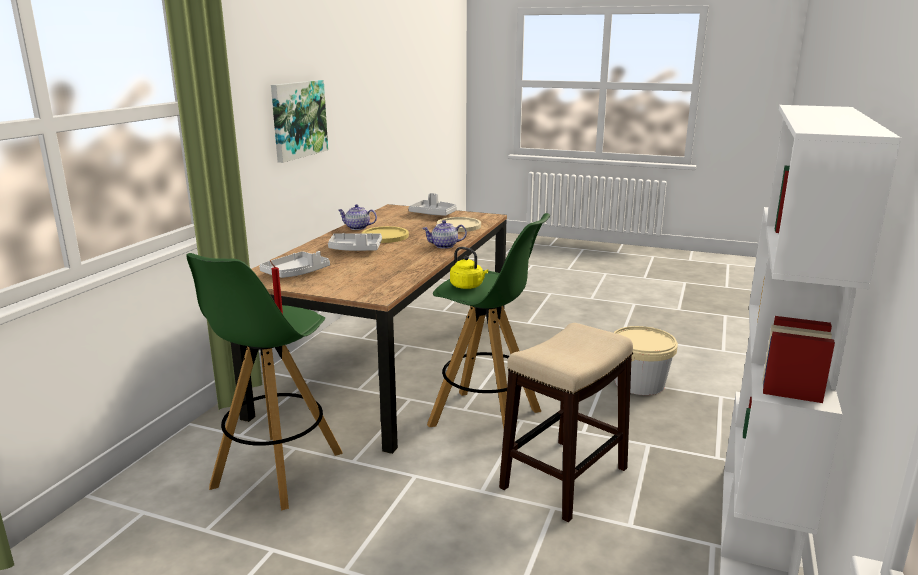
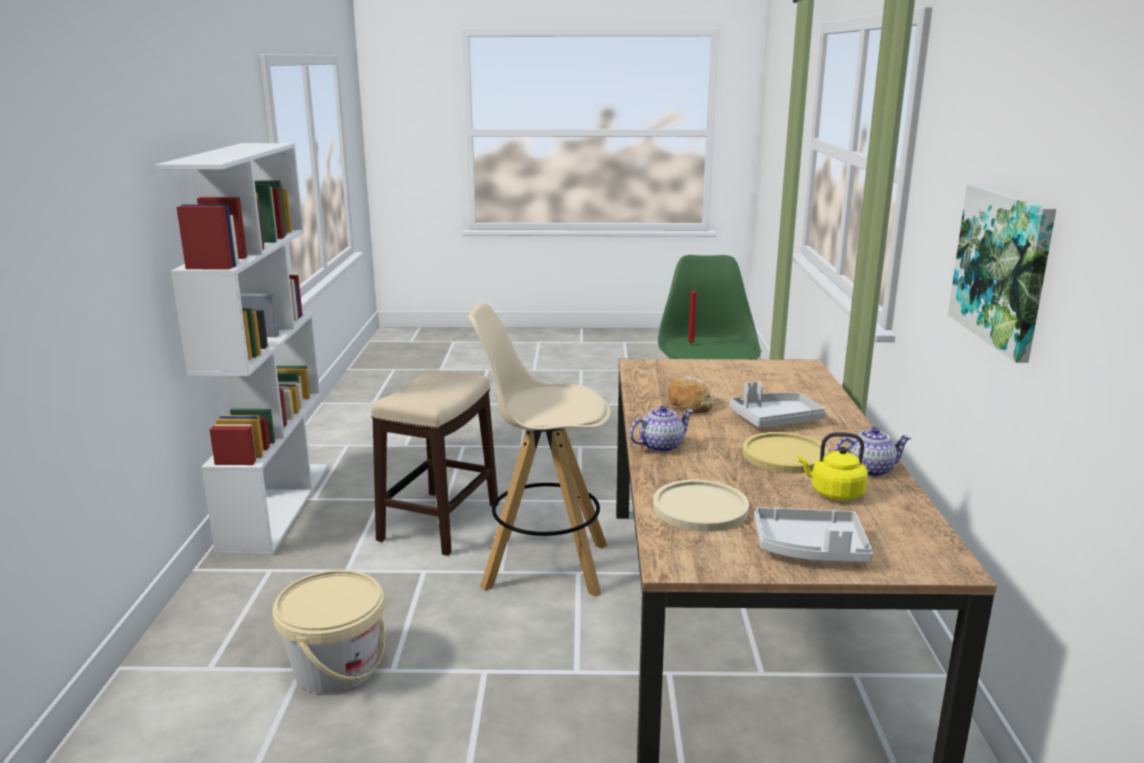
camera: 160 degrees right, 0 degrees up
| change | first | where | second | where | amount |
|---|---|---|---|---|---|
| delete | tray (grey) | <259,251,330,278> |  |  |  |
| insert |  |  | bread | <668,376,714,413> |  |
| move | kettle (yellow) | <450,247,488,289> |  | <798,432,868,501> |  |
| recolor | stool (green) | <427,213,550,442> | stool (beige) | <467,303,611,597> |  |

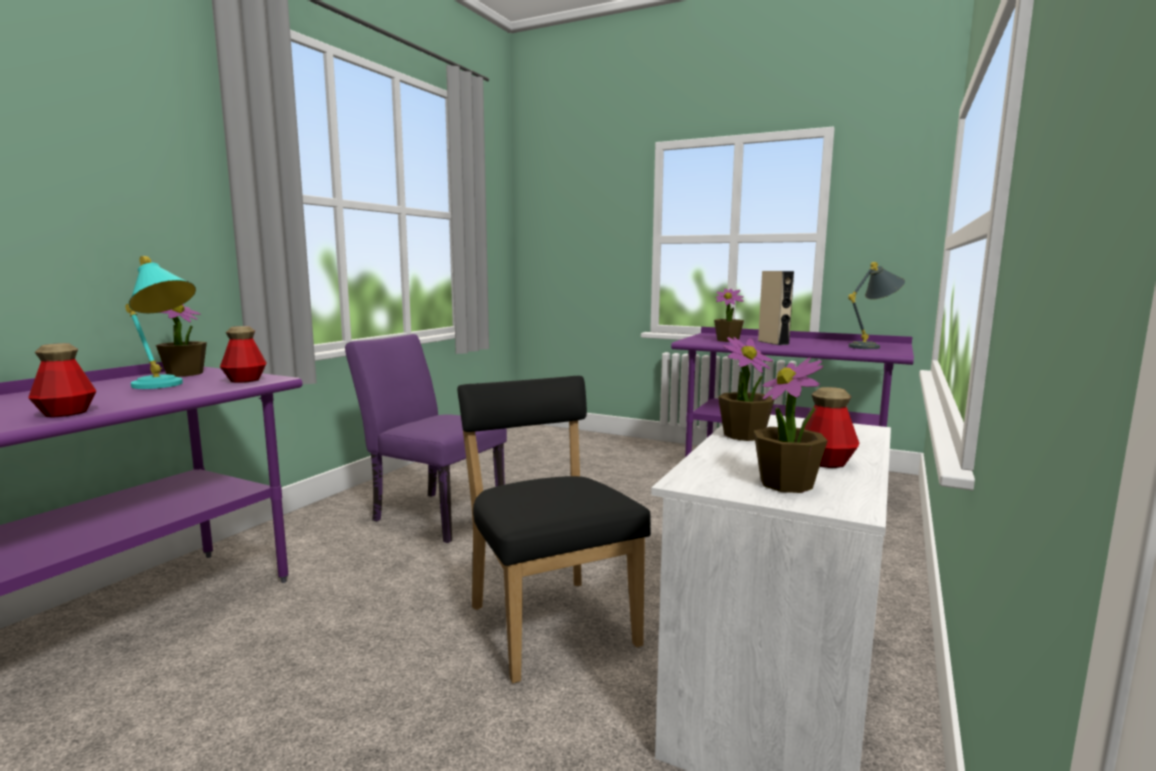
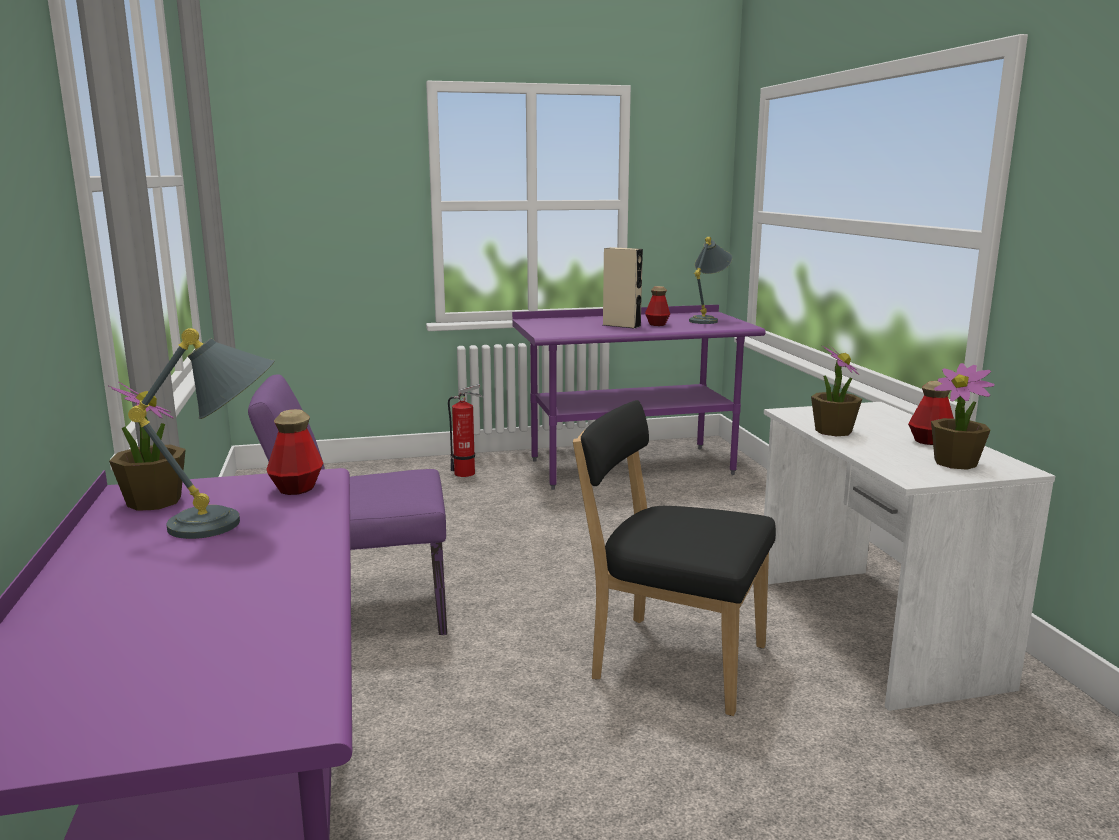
camera: 40 degrees left, 5 degrees up
| change | first | where | second | where | amount |
|---|---|---|---|---|---|
| delete | potted plant | <714,288,744,342> |  |  |  |
| insert |  |  | fire extinguisher | <448,384,483,477> |  |
| move | bottle | <28,343,96,418> |  | <645,286,670,326> |  |
| recolor | table lamp (turquoise) | <126,256,196,389> | table lamp (grey) | <128,328,275,539> |  |

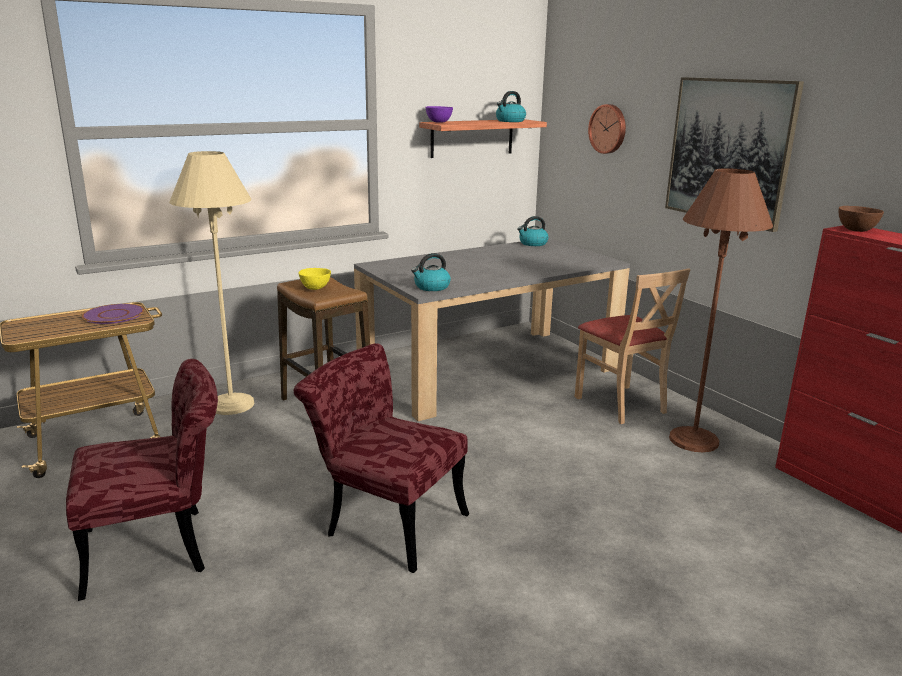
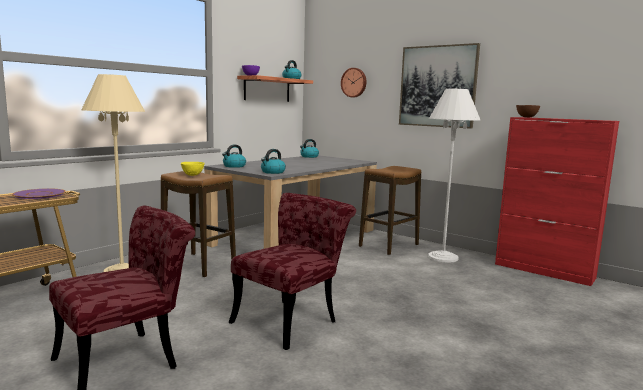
camera: 20 degrees left, 10 degrees down
| change | first | where | second | where | amount |
|---|---|---|---|---|---|
| insert |  |  | kettle | <222,145,246,168> |  |
| replace | chair (beige) | <575,268,690,424> | stool | <359,166,421,255> |  |
| recolor | floor lamp (brown) | <669,168,773,452> | floor lamp (white) | <428,89,481,263> |  |
| rotate | chair (red) | <294,343,469,573> |  | <228,193,356,350> | 120 degrees clockwise |

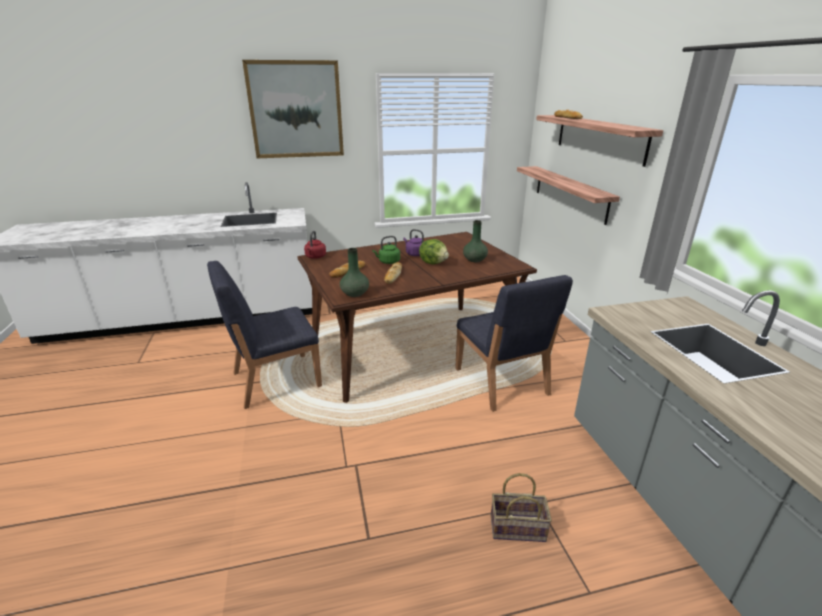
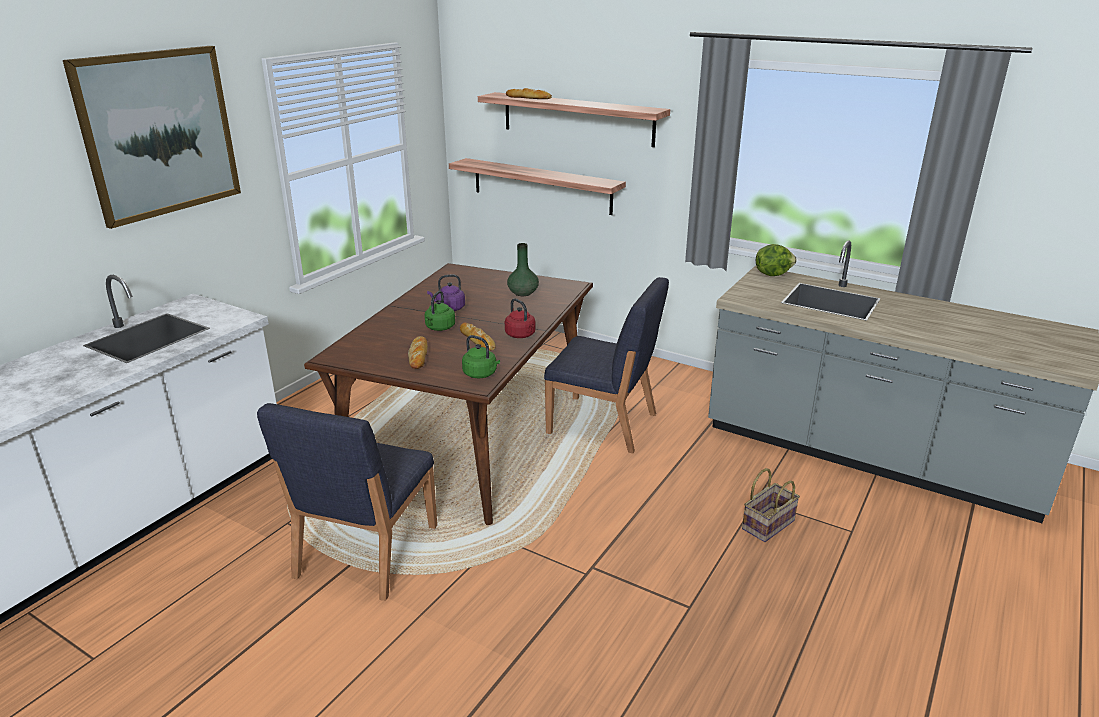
camera: 45 degrees left, 0 degrees up
| change | first | where | second | where | amount |
|---|---|---|---|---|---|
| move | kettle (red) | <304,231,326,259> |  | <505,298,536,338> |  |
| move | lettuce | <419,239,449,264> |  | <756,244,797,276> |  |
| replace | vase (green) | <340,248,369,297> | kettle (green) | <462,335,500,378> |  |

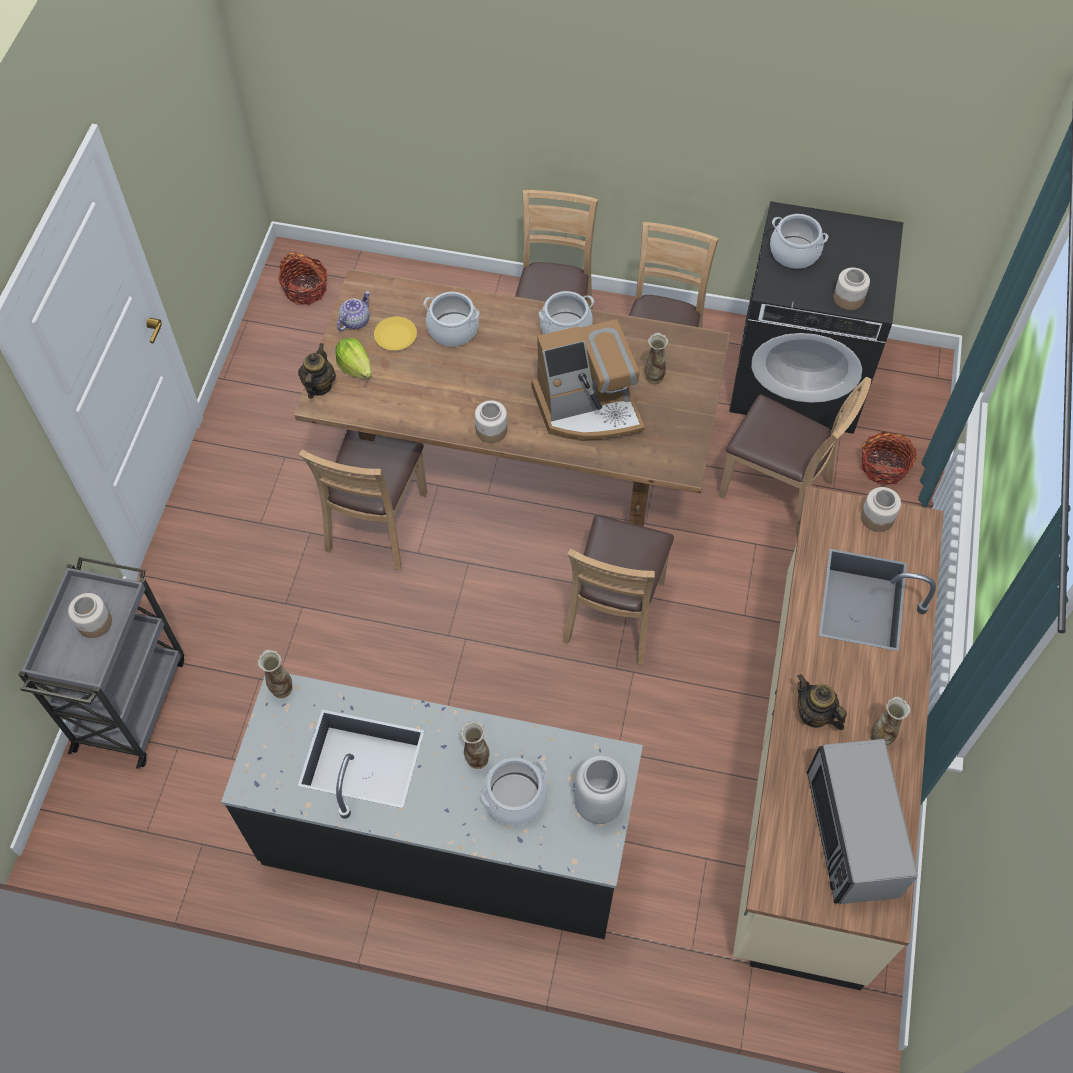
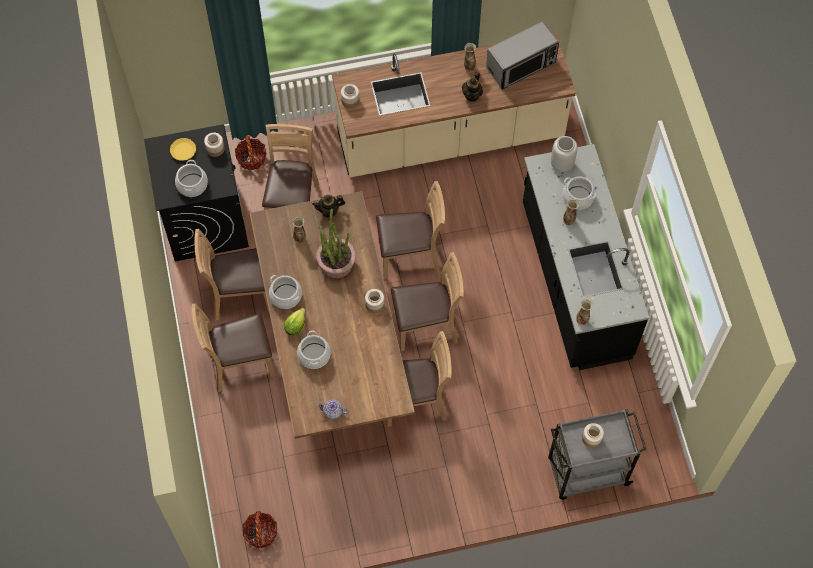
camera: 115 degrees left, 5 degrees up
| change | first | where | second | where | amount |
|---|---|---|---|---|---|
| insert |  |  | chair (brown) | <391,252,464,351> |  |
| move | teapot | <298,343,336,399> |  | <312,194,345,218> |  |
| move | lettuce | <335,338,372,378> |  | <284,308,305,336> |  |
| move | plate (yellow) | <374,316,417,350> |  | <170,138,196,161> |  |
| replace | coffee machine | <532,319,645,441> | potted plant | <316,208,356,278> |  |

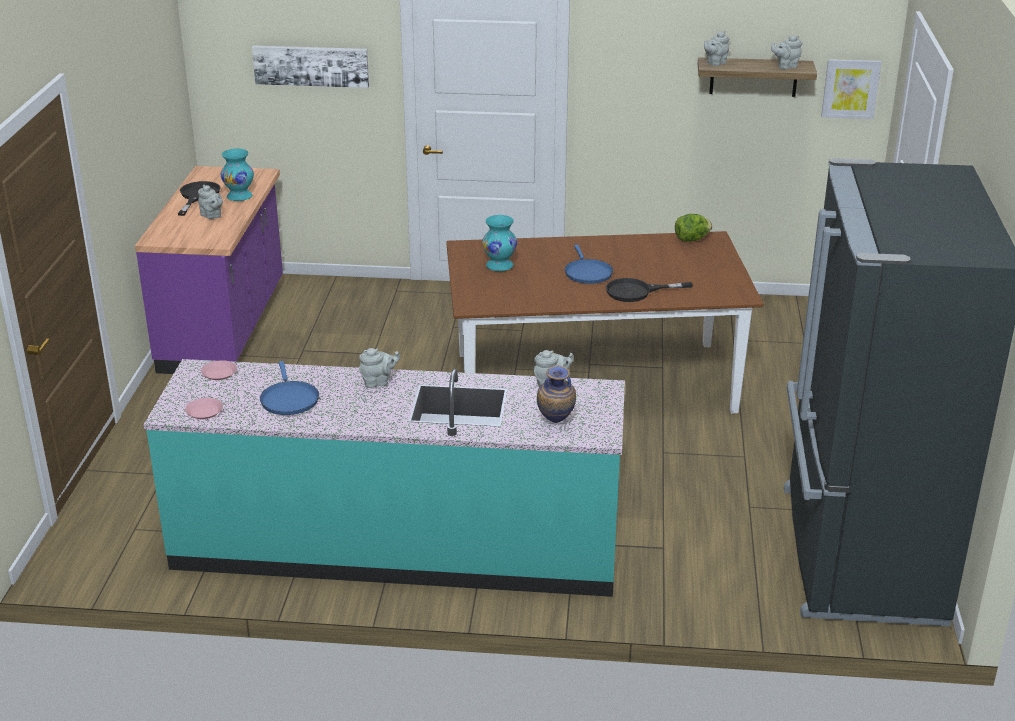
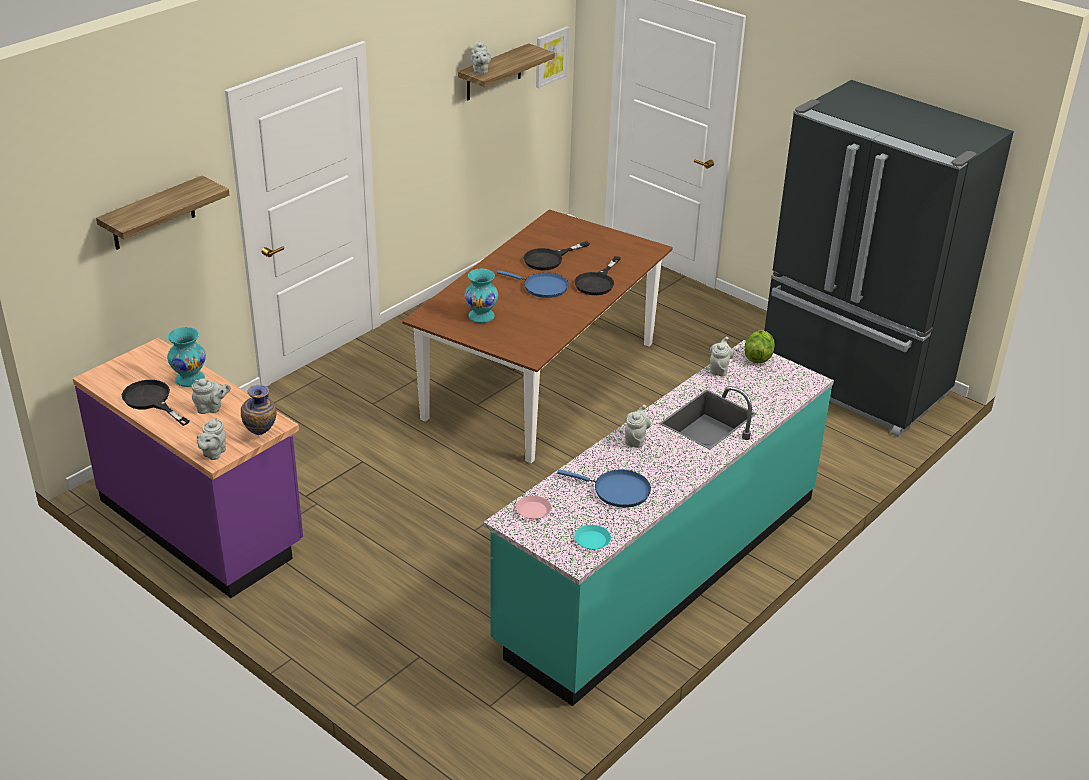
camera: 55 degrees left, 5 degrees up
| change | first | where | second | where | amount |
|---|---|---|---|---|---|
| insert |  |  | frying pan (black) | <523,241,590,270> |  |
| move | vase | <537,365,576,423> |  | <241,385,277,435> |  |
| move | lettuce | <675,214,712,242> |  | <745,331,775,363> |  |
| move | teapot (grey) | <771,35,802,69> |  | <196,417,226,460> |  |
| replace | picture | <252,45,369,88> | shelf | <96,176,230,250> |  |
| recolor | plate (pink) | <185,398,223,419> | plate (turquoise) | <574,525,611,550> |  |

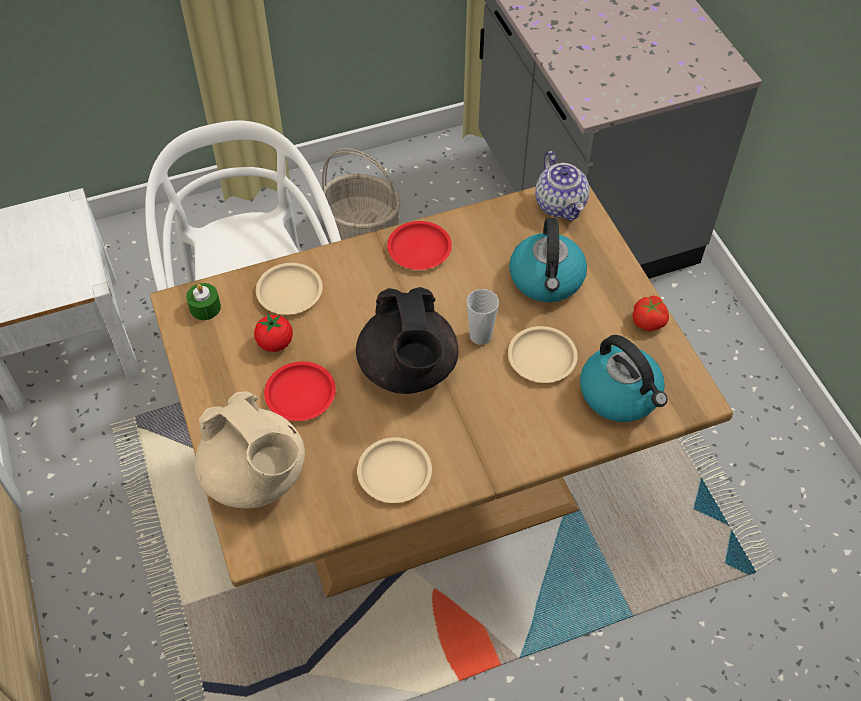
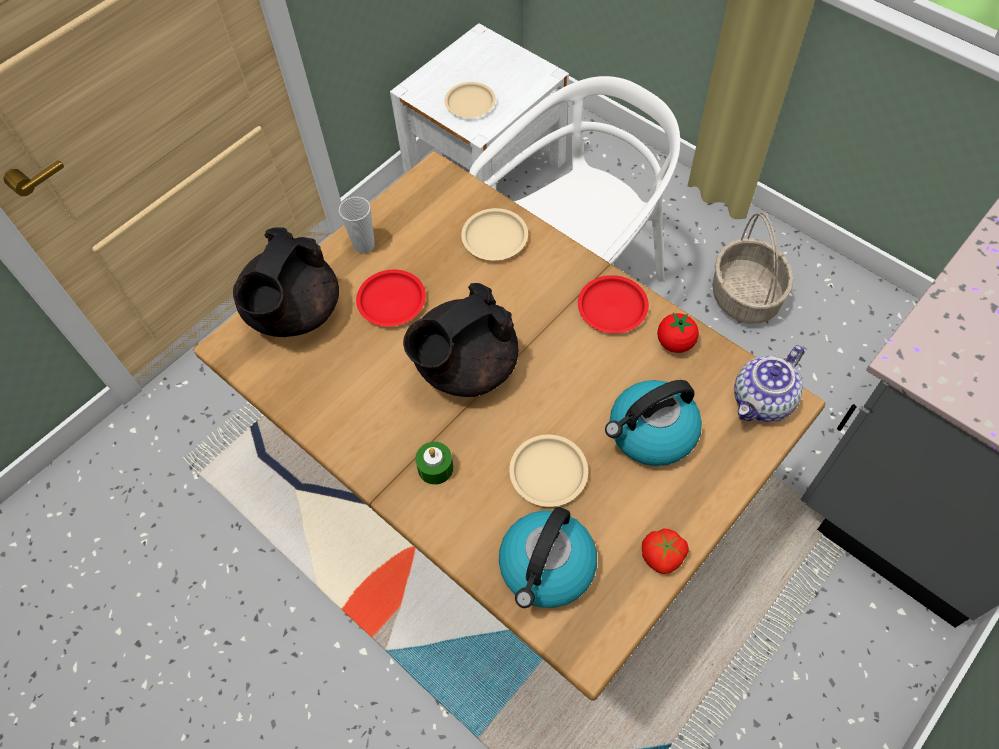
camera: 65 degrees right, 5 degrees up
| change | first | where | second | where | amount |
|---|---|---|---|---|---|
| move | candle (green) | <186,283,221,320> |  | <415,442,454,485> |  |
| move | tomato | <254,313,293,352> |  | <657,313,699,353> |  |
| move | plate (beige) | <357,437,432,503> |  | <445,82,496,118> |  |
| move | cup | <467,289,499,345> |  | <339,197,375,253> |  |
| recolor | teapot (beige) | <195,391,305,509> | teapot (black) | <233,227,339,337> |  |

